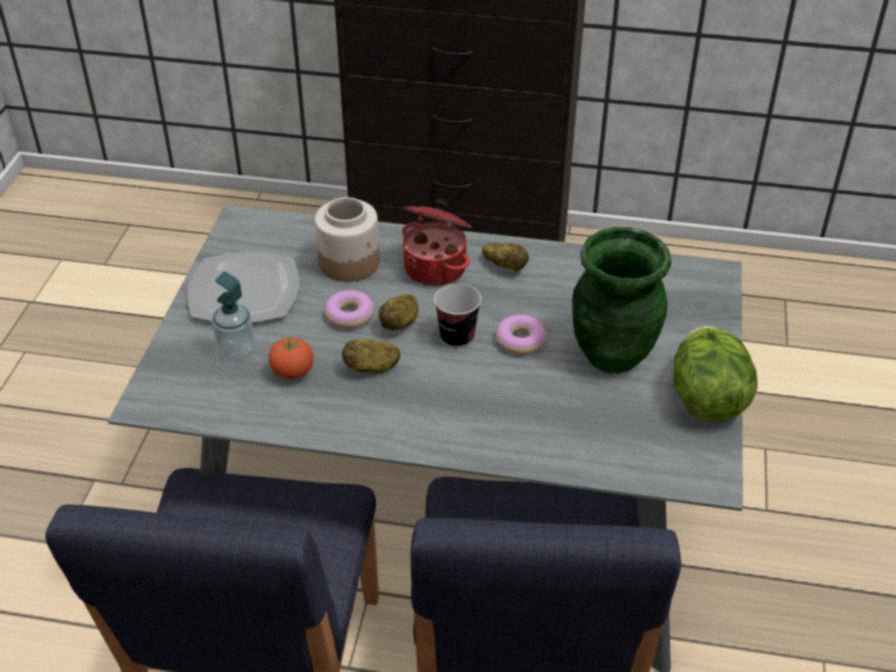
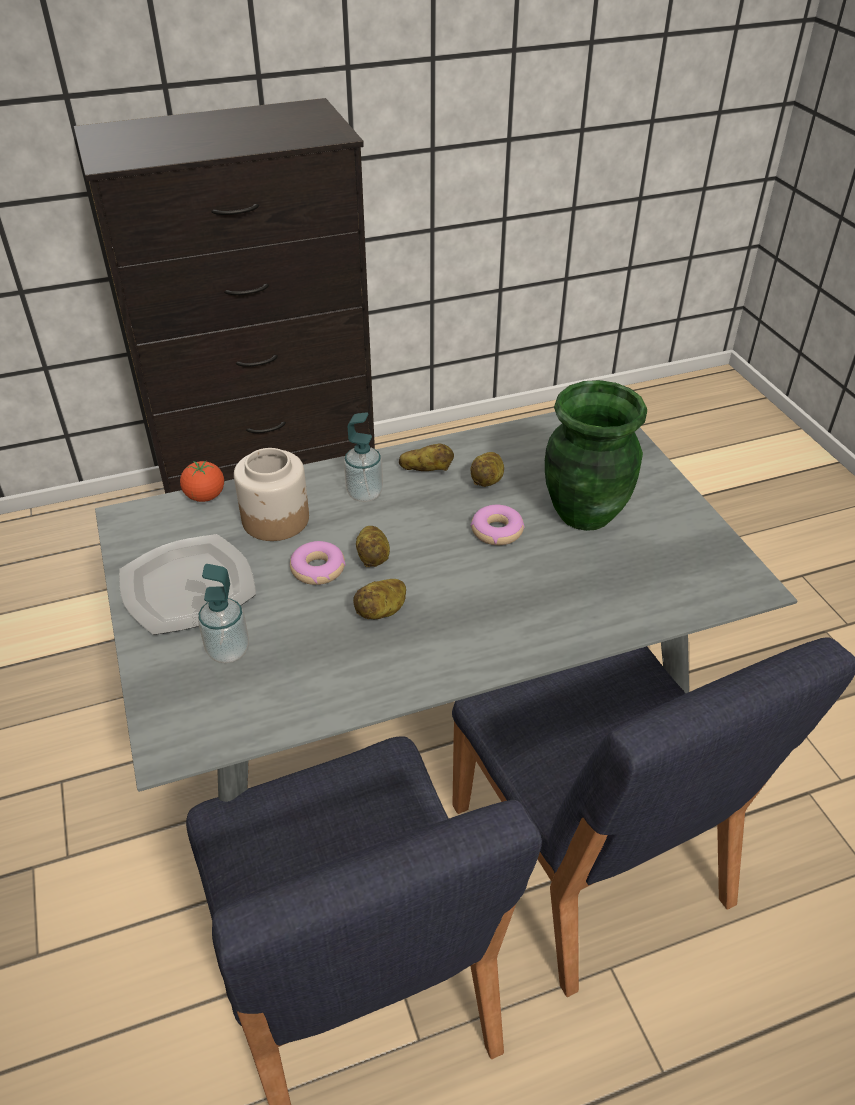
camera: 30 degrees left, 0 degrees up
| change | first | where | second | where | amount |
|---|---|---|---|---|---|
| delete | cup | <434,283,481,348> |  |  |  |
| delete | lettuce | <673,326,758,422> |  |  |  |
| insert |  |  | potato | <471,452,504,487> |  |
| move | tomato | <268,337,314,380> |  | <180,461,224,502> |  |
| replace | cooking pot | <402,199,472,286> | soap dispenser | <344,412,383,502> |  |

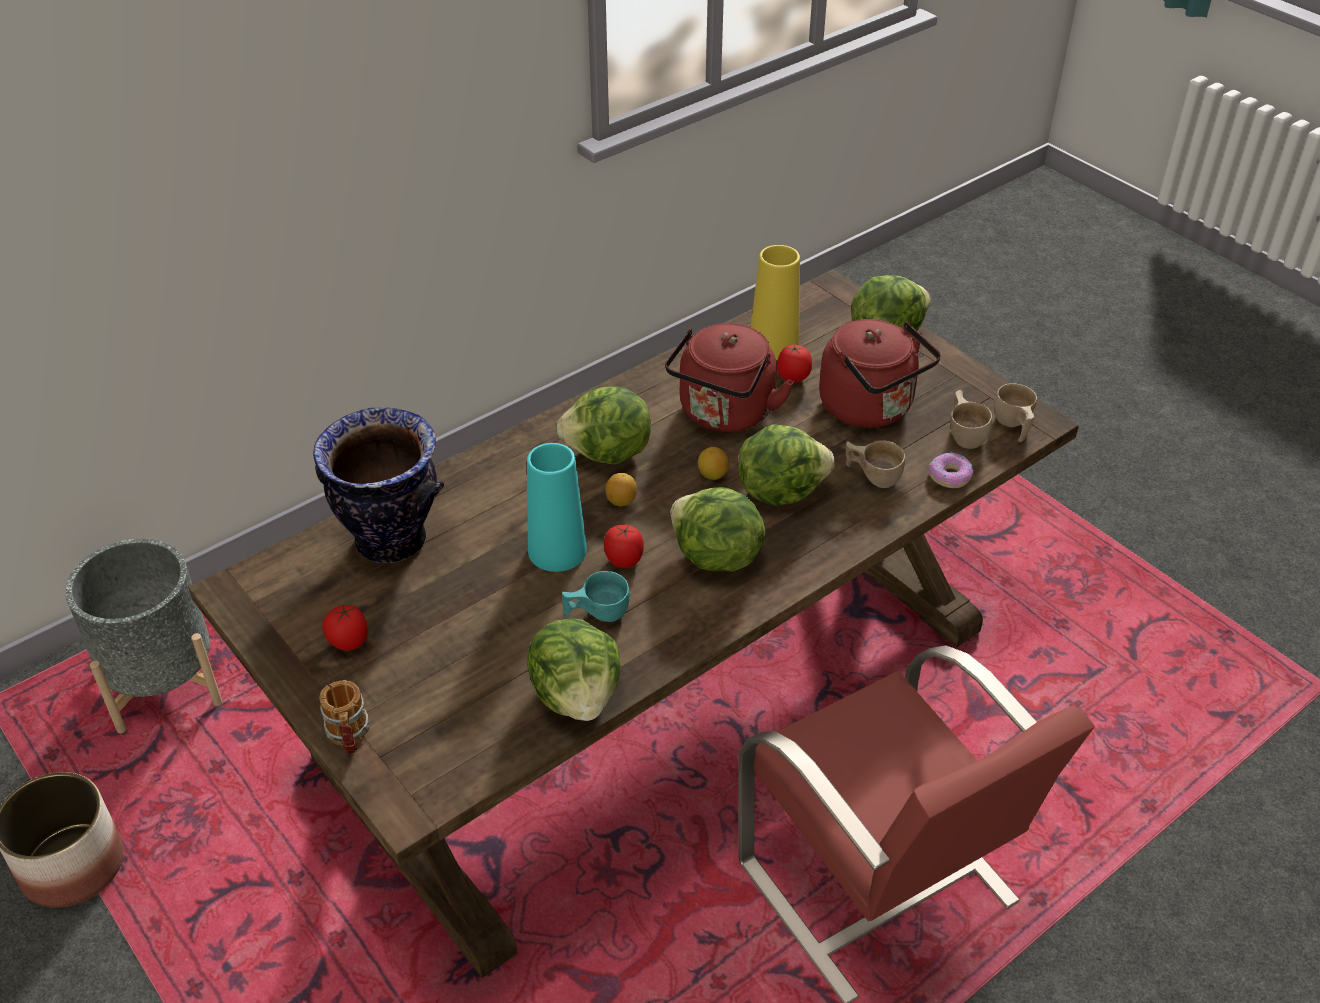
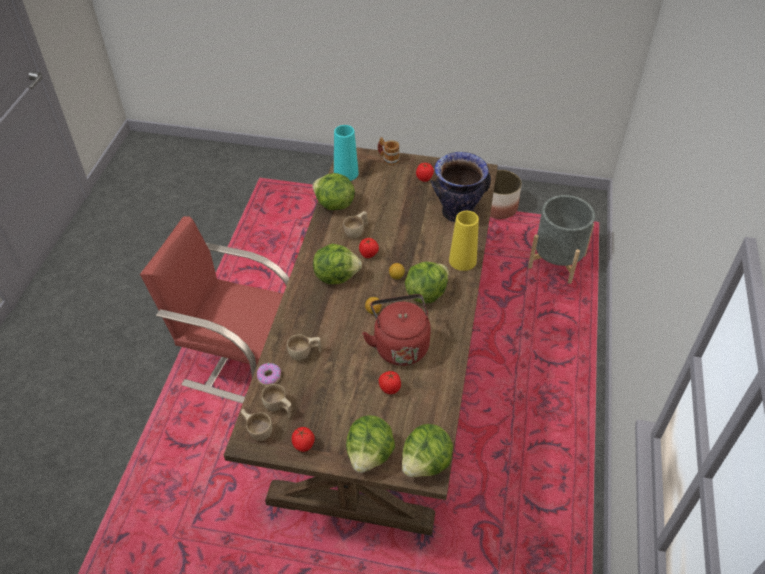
camera: 140 degrees right, 5 degrees up
| change | first | where | second | where | amount |
|---|---|---|---|---|---|
| delete | kettle (red) | <819,319,941,428> |  |  |  |
| insert |  |  | tomato | <292,427,315,452> |  |
| move | vase (turquoise) | <527,443,587,572> |  | <334,125,359,181> |  |
| move | lettuce | <738,424,835,505> |  | <402,424,453,477> |  |
| move | vase (yellow) | <751,245,800,360> |  | <449,211,479,271> |  |
| recolor | cup (turquoise) | <562,571,630,622> | cup (beige) | <343,211,368,239> |  |

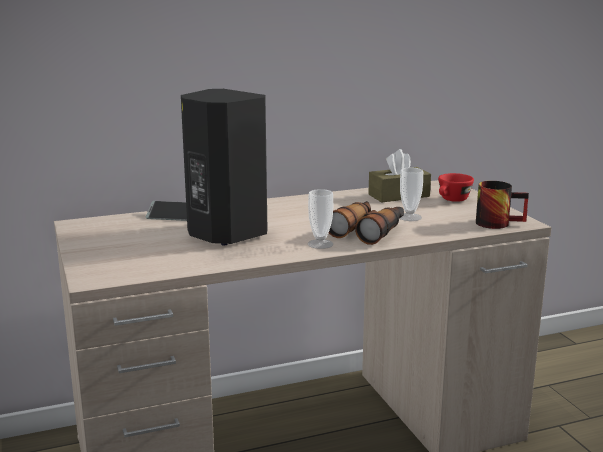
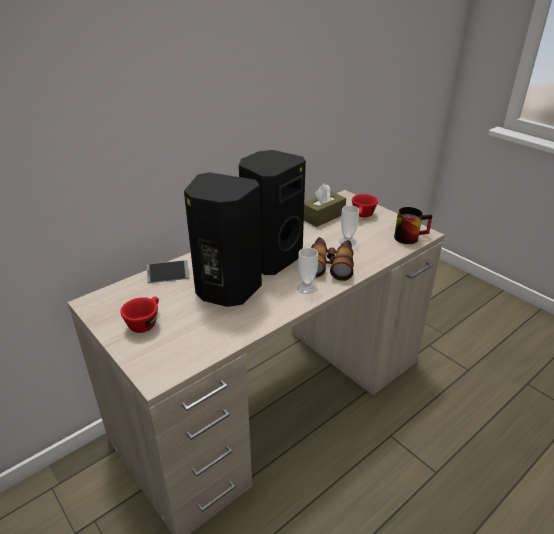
camera: 20 degrees left, 15 degrees up
| change | first | where | second | where | amount |
|---|---|---|---|---|---|
| insert |  |  | cup (red) | <120,297,159,333> |  |
| insert |  |  | speaker (black) | <239,150,306,275> |  |

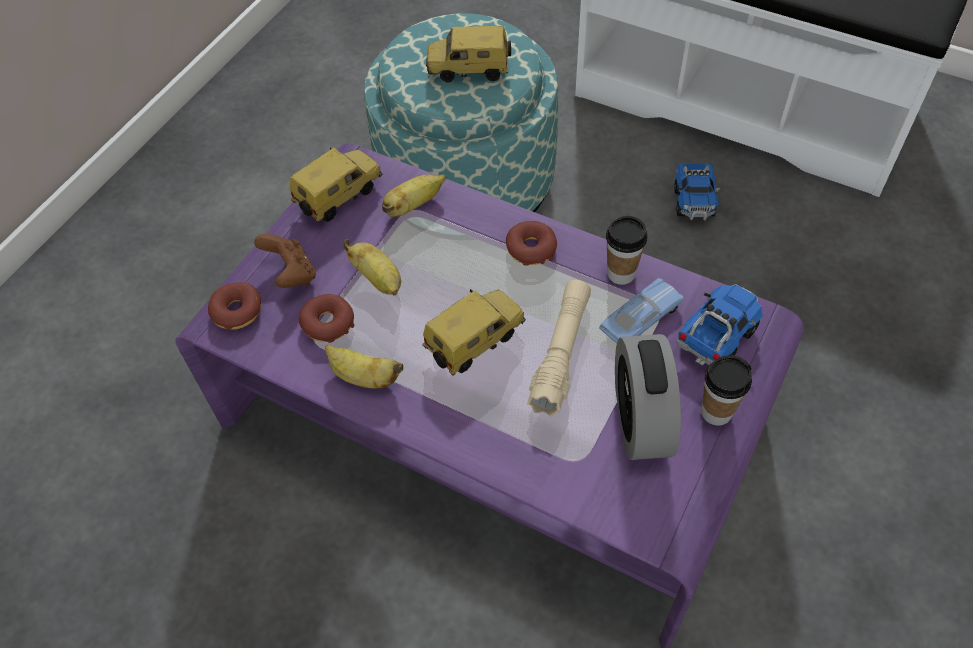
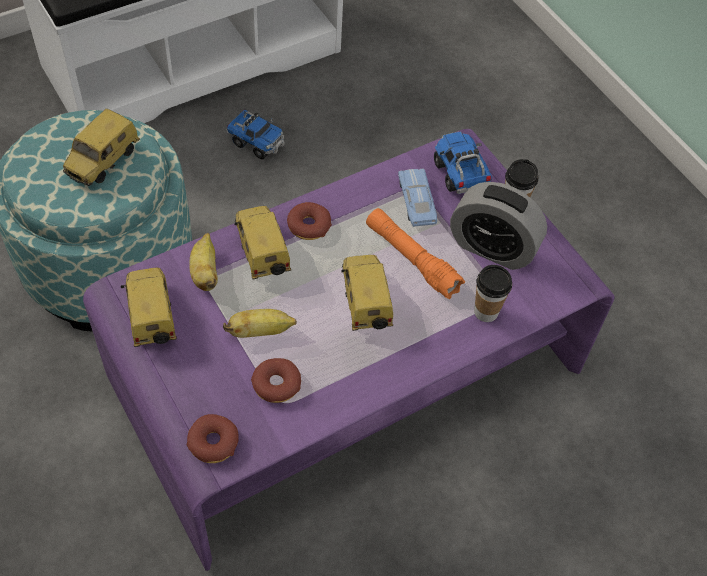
camera: 65 degrees left, 0 degrees up
| change | first | where | second | where | amount |
|---|---|---|---|---|---|
| delete | game controller (brown) | <254,234,316,288> |  |  |  |
| delete | banana | <325,345,403,388> |  |  |  |
| insert |  |  | toy car | <235,206,291,280> |  |
| move | cup | <606,216,647,285> |  | <474,265,512,322> |  |
| recolor | flashlight (beige) | <527,280,591,417> | flashlight (orange) | <366,208,465,299> |  |

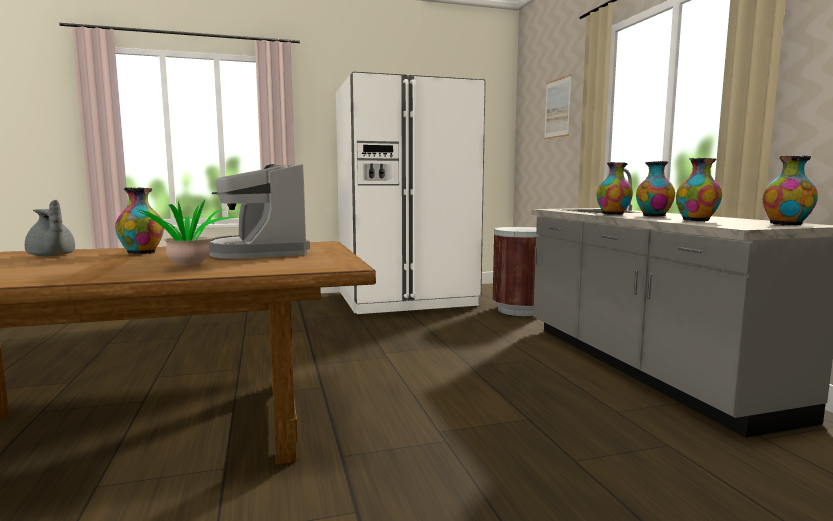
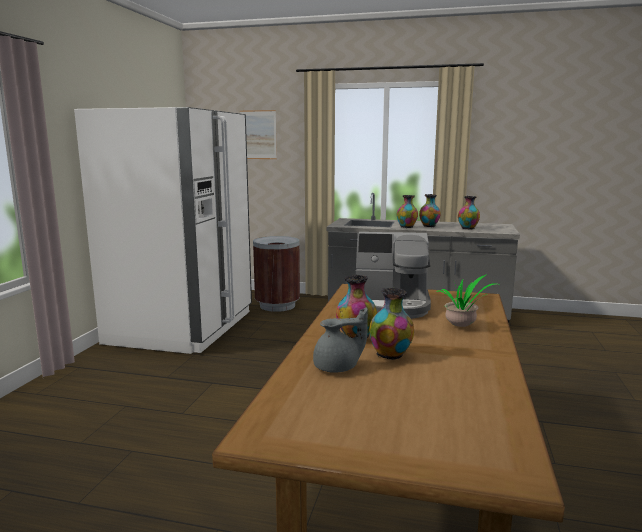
camera: 60 degrees left, 5 degrees up
| change | first | where | second | where | amount |
|---|---|---|---|---|---|
| move | vase | <763,156,818,225> |  | <369,288,414,360> |  |

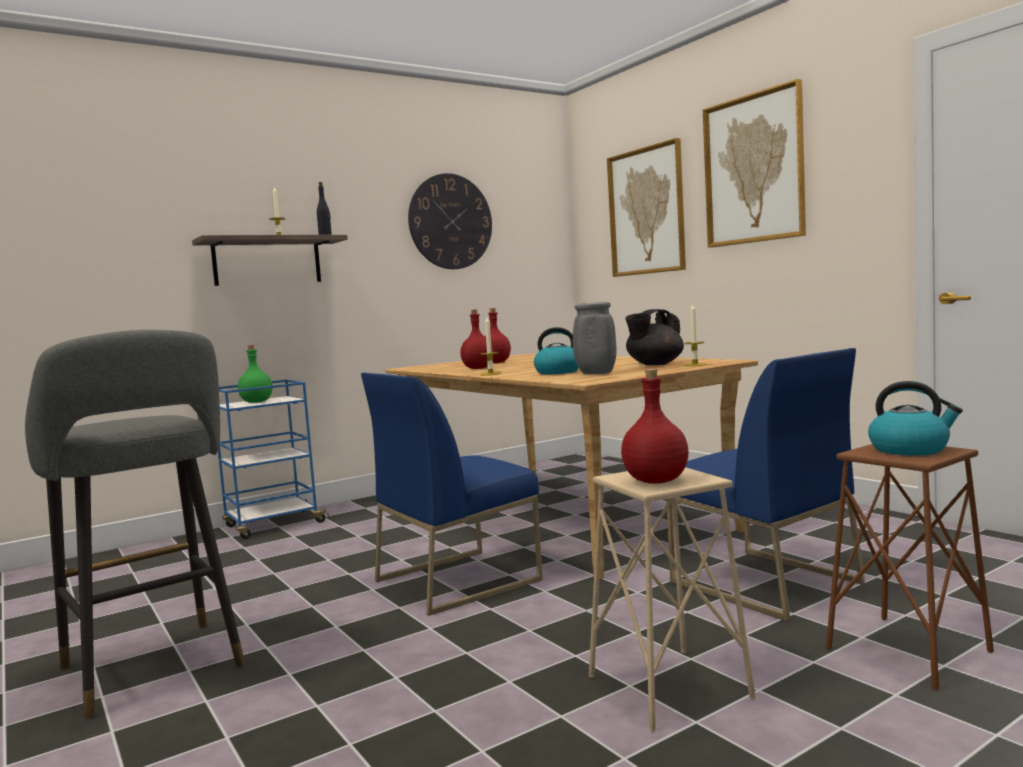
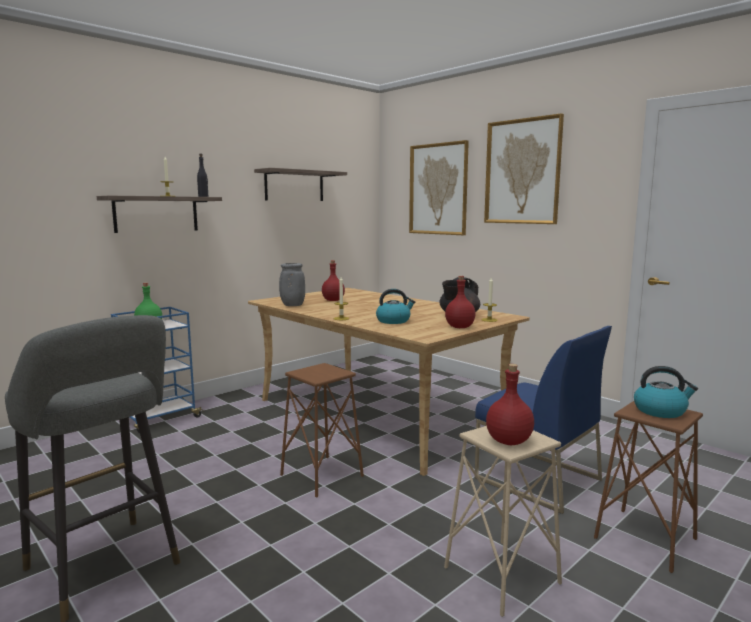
camera: 10 degrees left, 5 degrees up
| change | first | where | second | where | amount |
|---|---|---|---|---|---|
| move | bottle (red) | <460,309,494,369> |  | <445,276,476,328> |  |
| move | vase (grey) | <573,302,616,374> |  | <279,263,305,306> |  |
| replace | chair (blue) | <361,372,543,616> | stool (brown) | <280,363,364,498> |  |
| replace | wall clock | <408,173,492,269> | shelf | <254,168,347,201> |  |

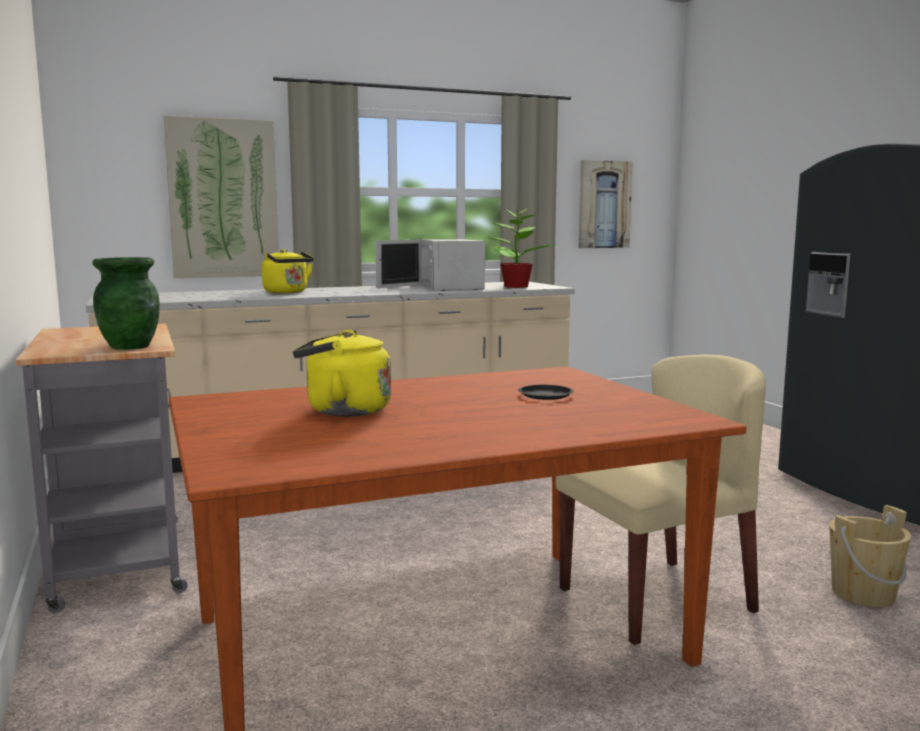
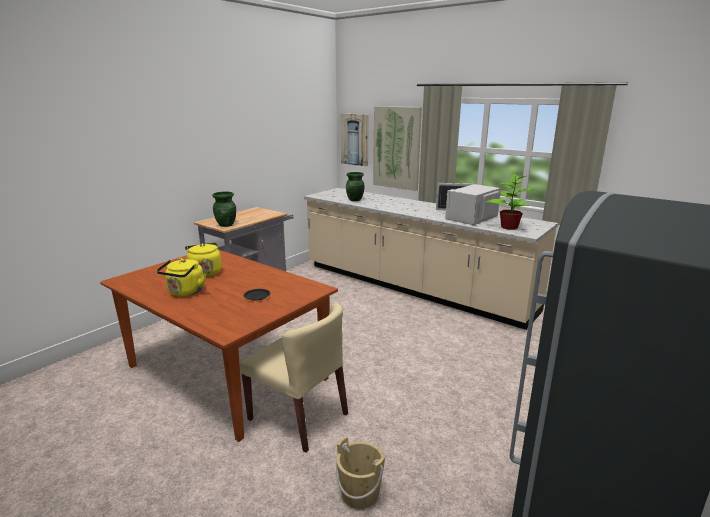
camera: 60 degrees right, 10 degrees up
| change | first | where | second | where | amount |
|---|---|---|---|---|---|
| insert |  |  | vase (green) | <346,172,364,201> |  |
| move | kettle (yellow) | <262,249,314,294> |  | <156,259,206,297> |  |
| move | picture | <579,160,633,248> |  | <341,114,369,166> |  |

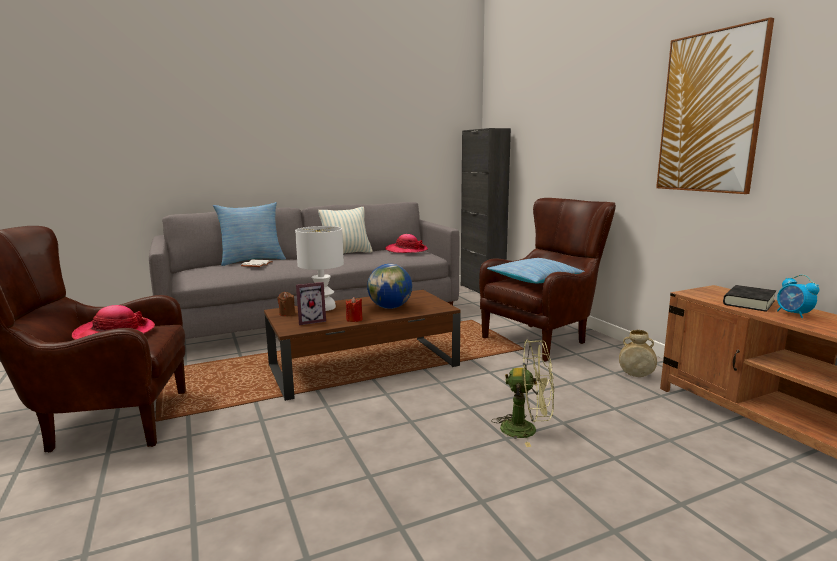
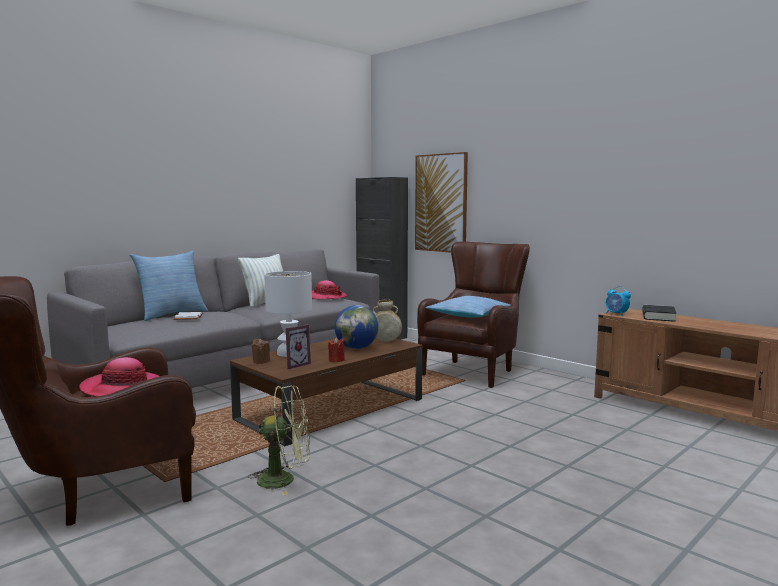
camera: 20 degrees left, 5 degrees down
| change | first | where | second | where | amount |
|---|---|---|---|---|---|
| move | fan (green) | <491,339,554,447> |  | <248,386,310,496> |  |
| move | vase (beige) | <619,330,657,377> |  | <373,300,402,342> |  |
| move | picture | <656,17,774,194> |  | <415,152,468,253> |  |
| move | alarm clock | <777,275,819,318> |  | <606,286,631,316> |  |

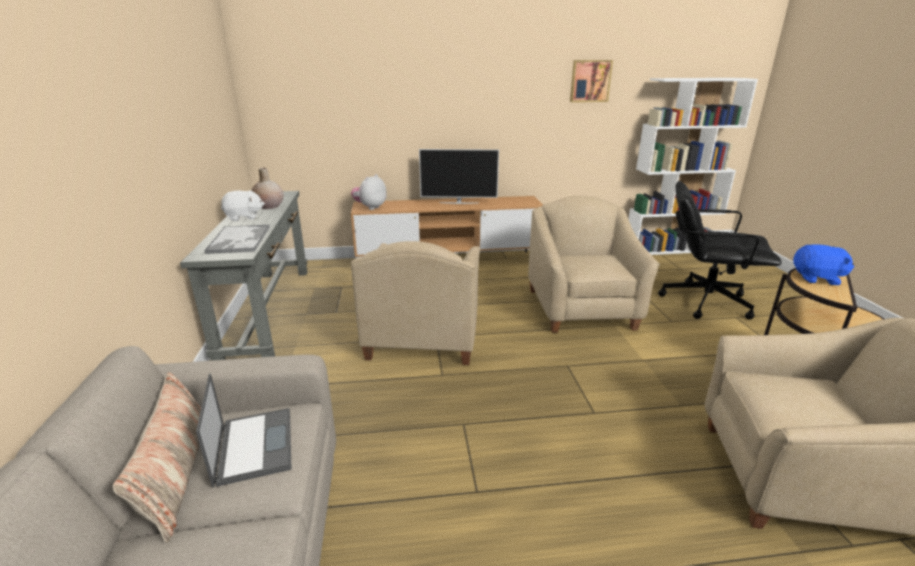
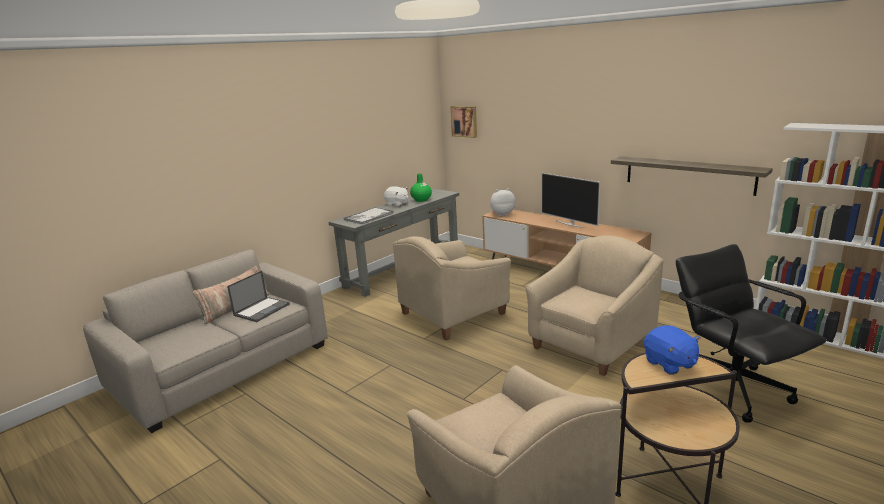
camera: 50 degrees right, 5 degrees down
| change | first | where | second | where | amount |
|---|---|---|---|---|---|
| insert |  |  | shelf | <611,156,773,196> |  |
| move | picture | <570,60,613,102> |  | <450,106,477,138> |  |
| recolor | vase (beige) | <251,168,284,209> | vase (green) | <410,174,432,202> |  |

